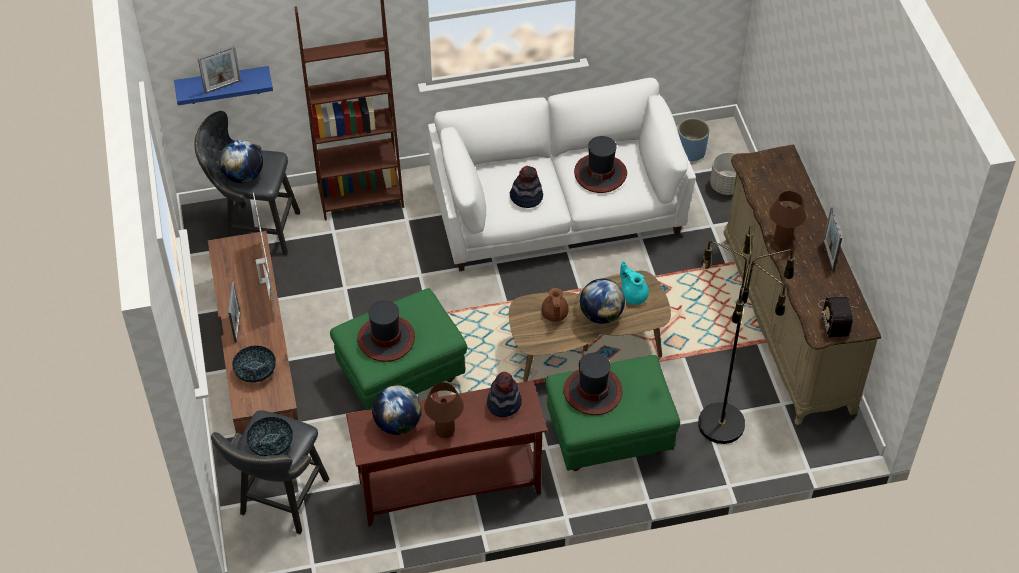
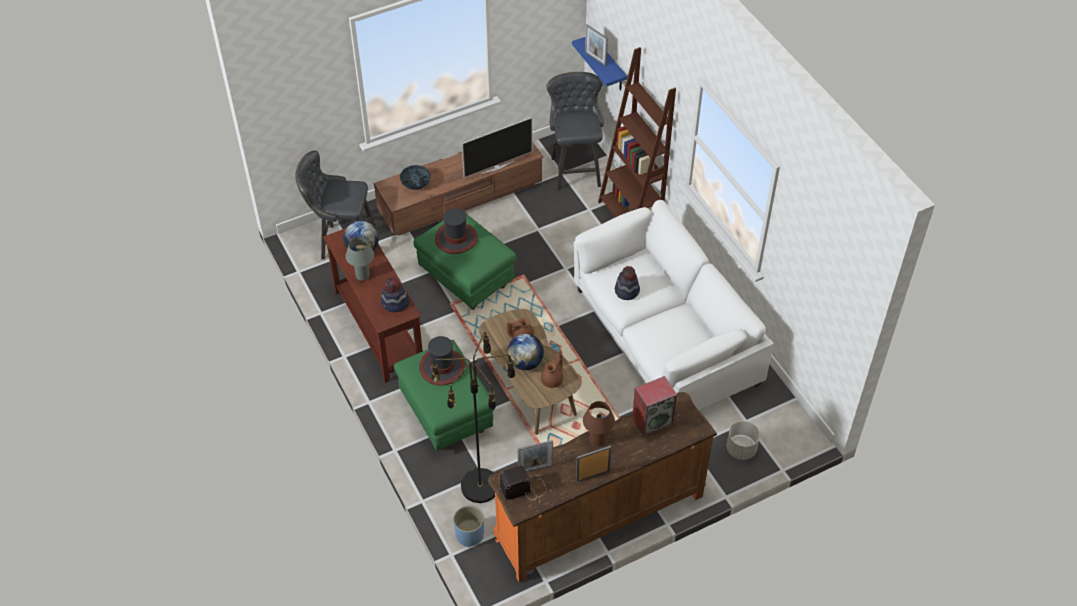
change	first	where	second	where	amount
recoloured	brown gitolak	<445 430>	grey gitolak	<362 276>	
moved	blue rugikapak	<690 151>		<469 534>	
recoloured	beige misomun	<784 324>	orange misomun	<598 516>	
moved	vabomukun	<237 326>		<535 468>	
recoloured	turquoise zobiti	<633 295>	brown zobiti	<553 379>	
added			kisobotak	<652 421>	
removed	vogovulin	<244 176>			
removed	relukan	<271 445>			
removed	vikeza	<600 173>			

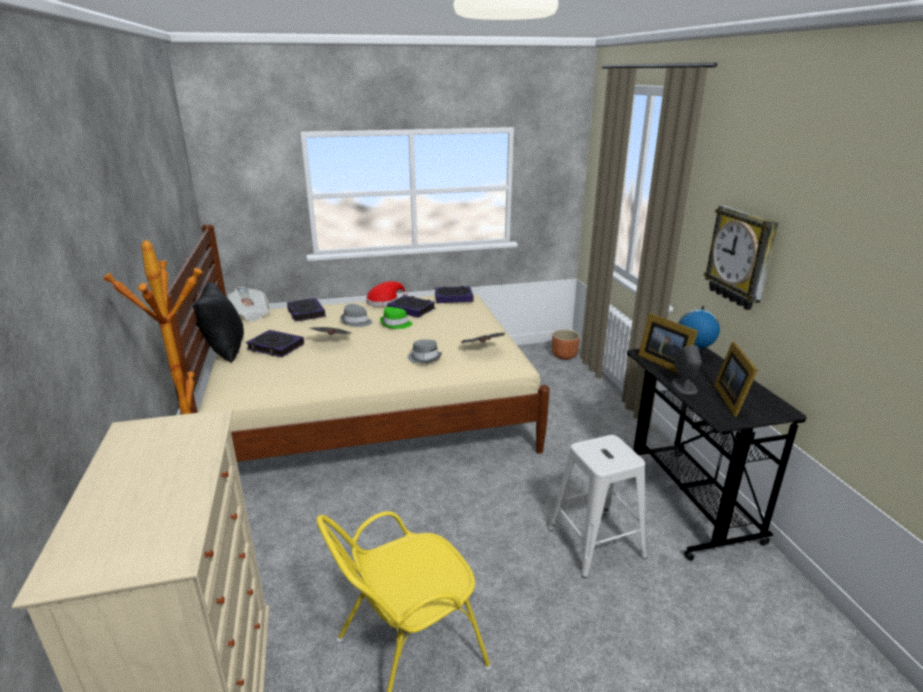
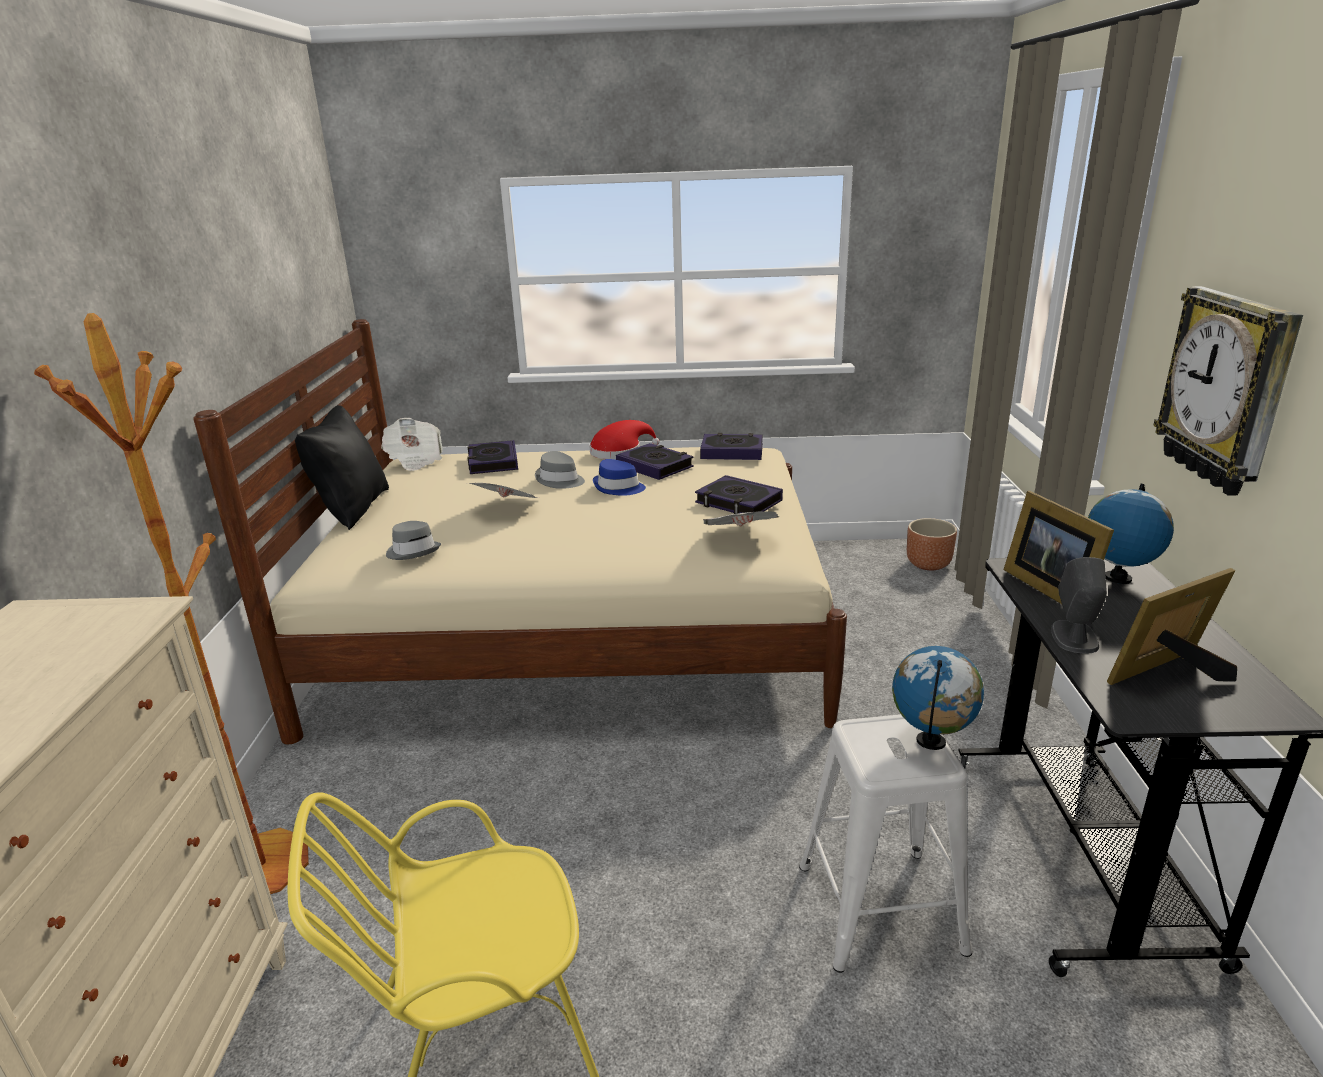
change	first	where	second	where	amount
moved	grey vikeza	<424 357>		<413 551>	
recoloured	green vikeza	<396 324>	blue vikeza	<618 488>	
moved	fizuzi	<275 347>		<738 502>	
added			vogovulin	<931 742>	
turned	vabomukun	<732 399>		<1169 673>	45 degrees clockwise

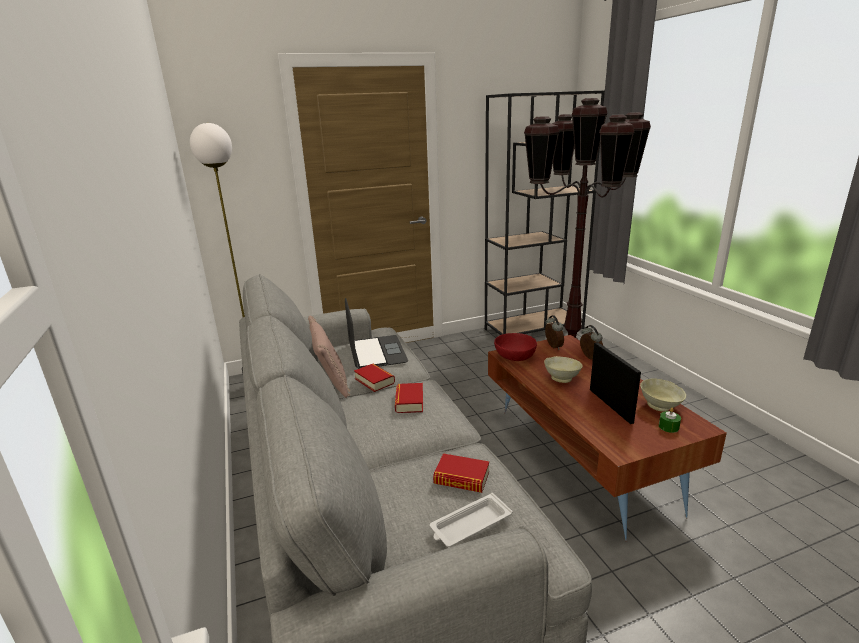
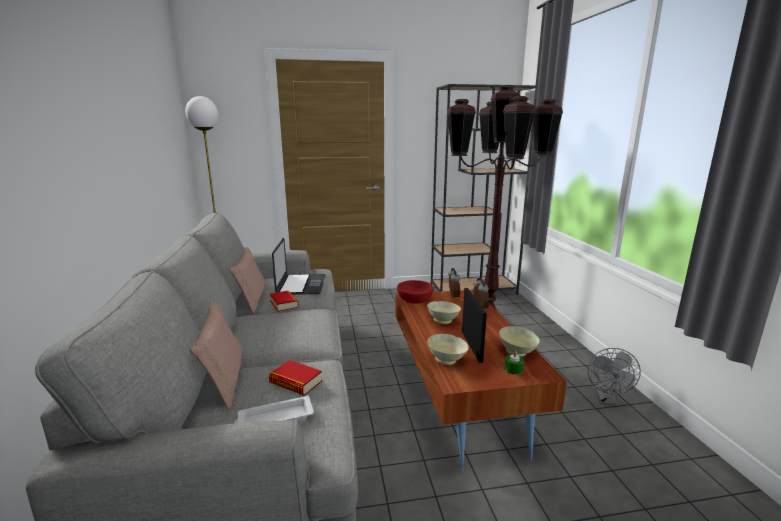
change	first	where	second	where	amount
added			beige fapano	<224 379>	
added			beige relukan	<447 360>	
added			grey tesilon	<607 400>	
removed	fizuzi	<409 402>			

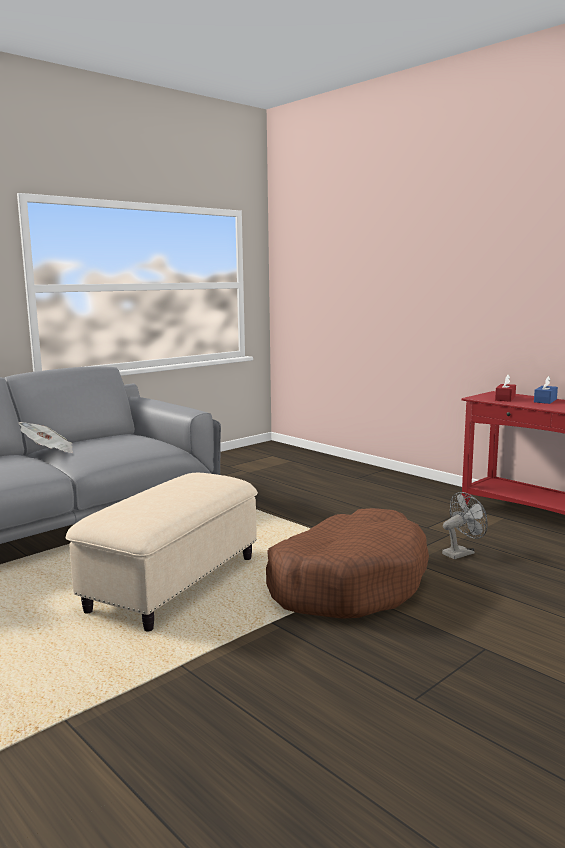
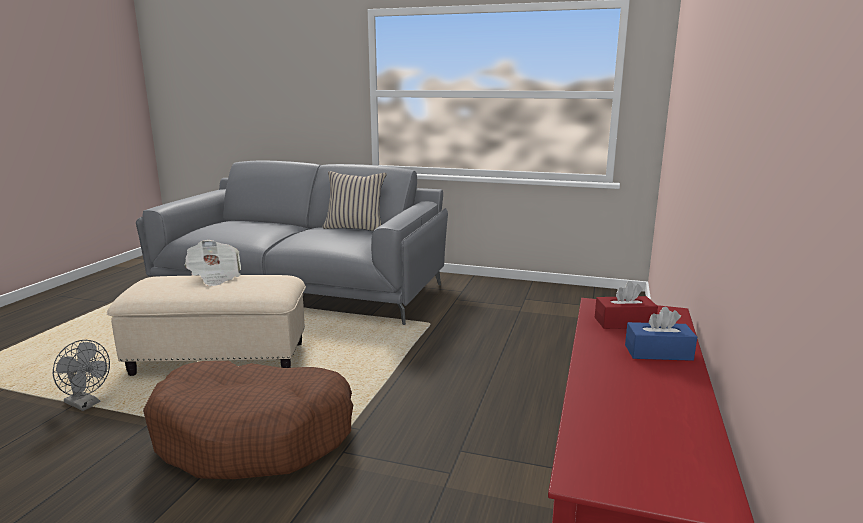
change	first	where	second	where	amount
moved	grey tesilon	<461 553>		<86 404>	
moved	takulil	<49 451>		<215 277>	
added			beige fapano	<355 228>	

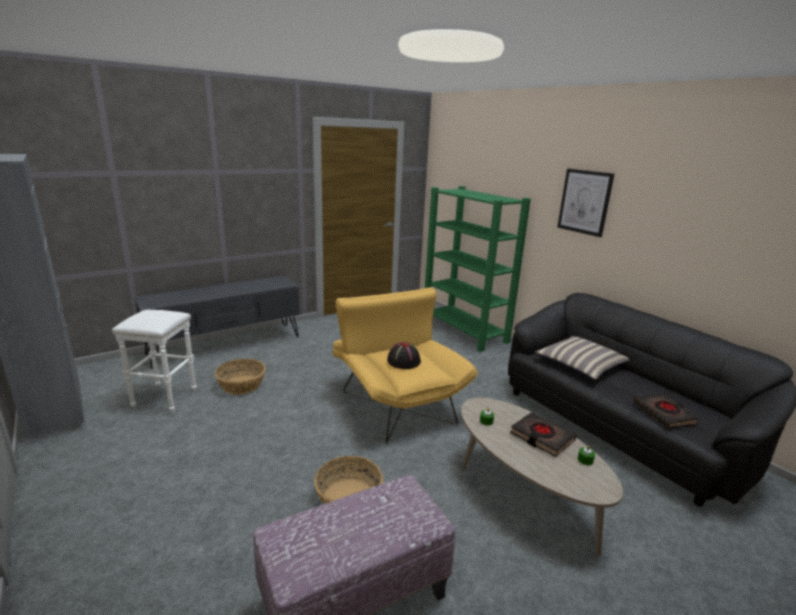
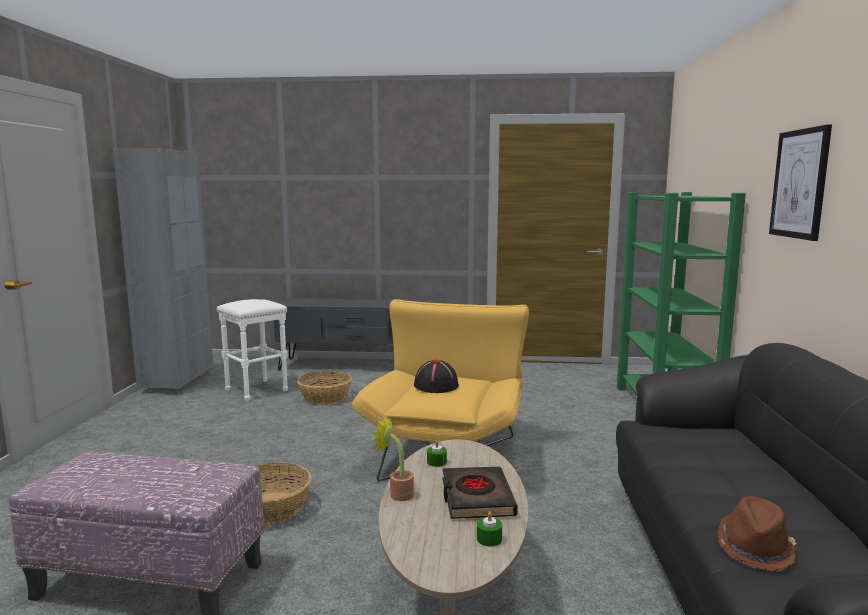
change	first	where	second	where	amount
added			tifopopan	<397 494>	
replaced	black fizuzi	<664 414>	brown vikeza	<755 548>	
removed	fapano	<580 365>			

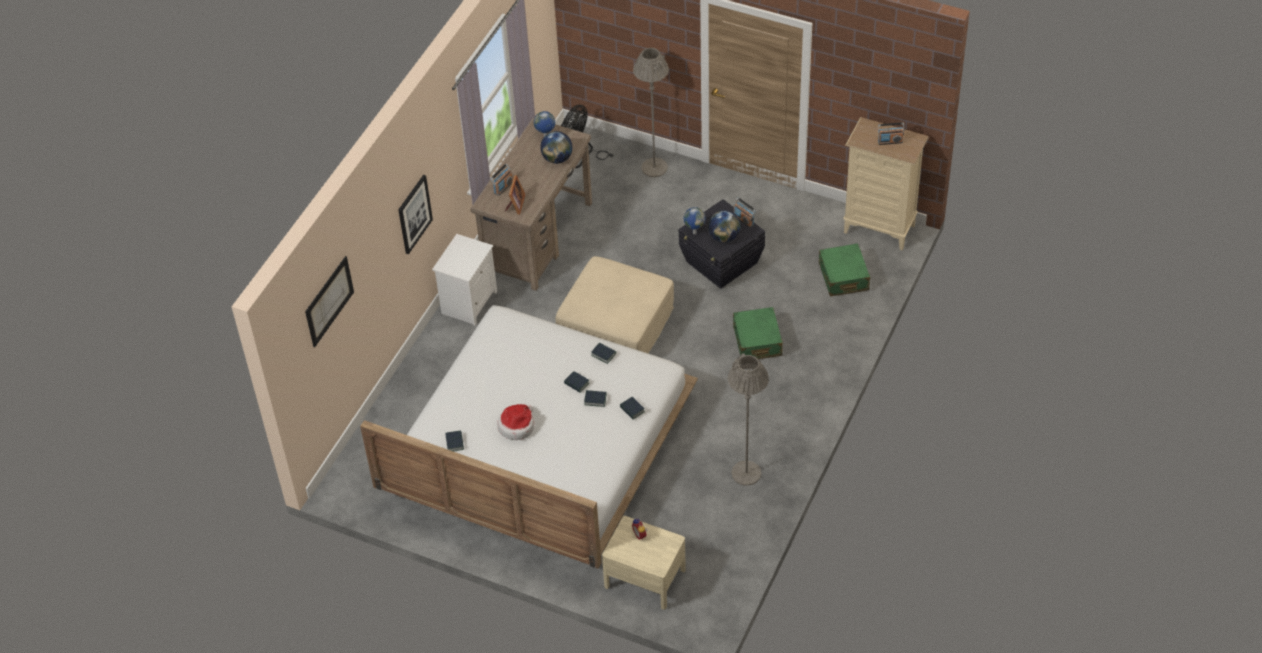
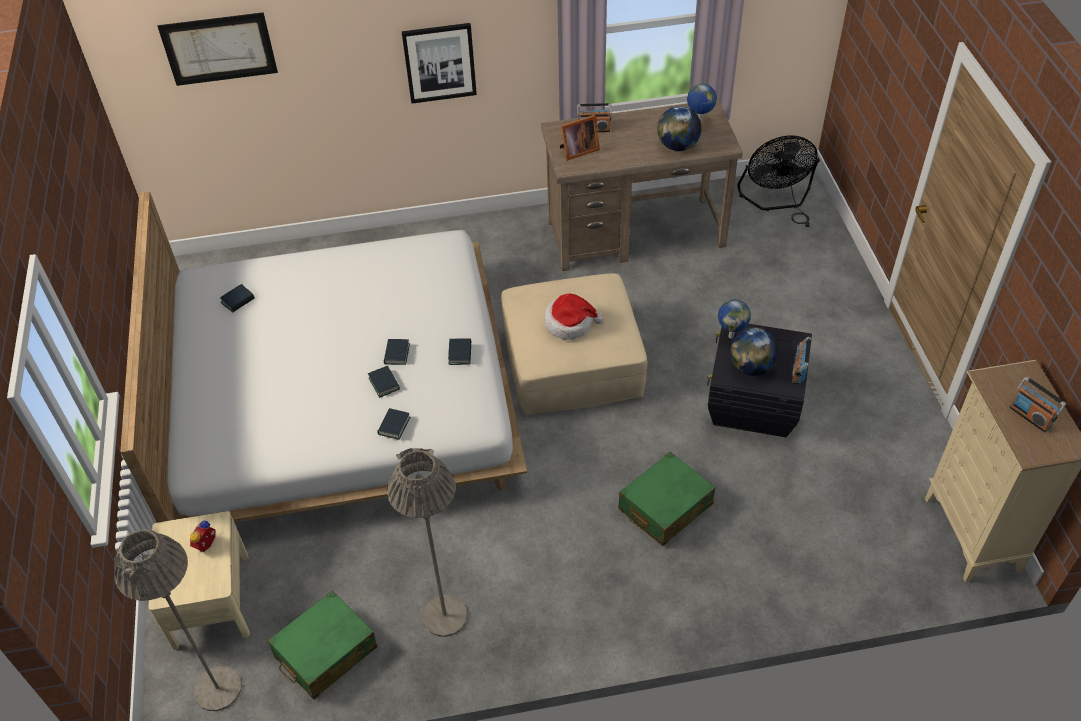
change	first	where	second	where	amount
moved	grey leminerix	<654 168>		<218 688>	
moved	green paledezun	<843 277>		<325 652>	
moved	vikeza	<517 426>		<570 323>	
removed	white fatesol	<468 302>			

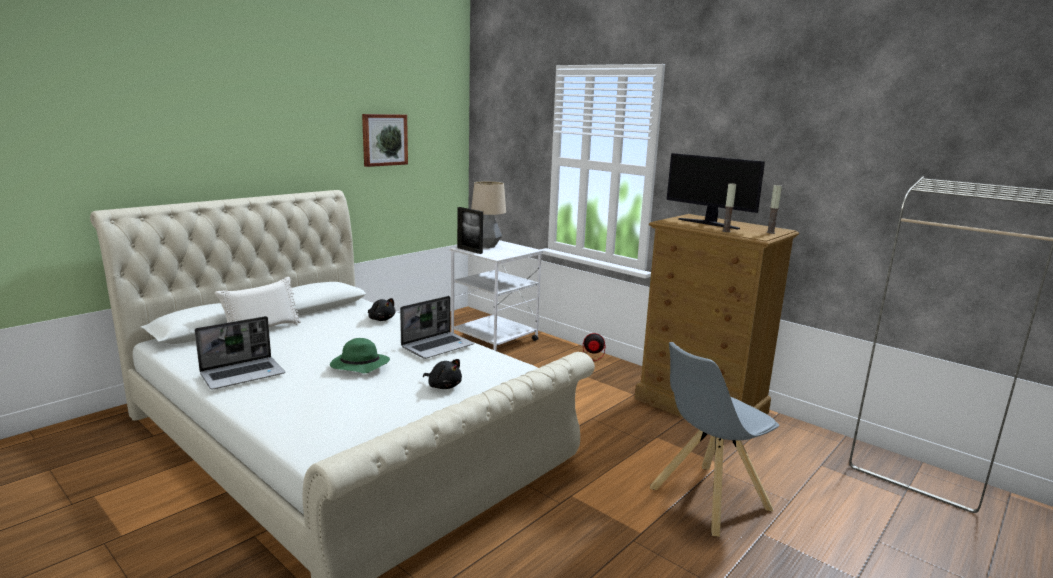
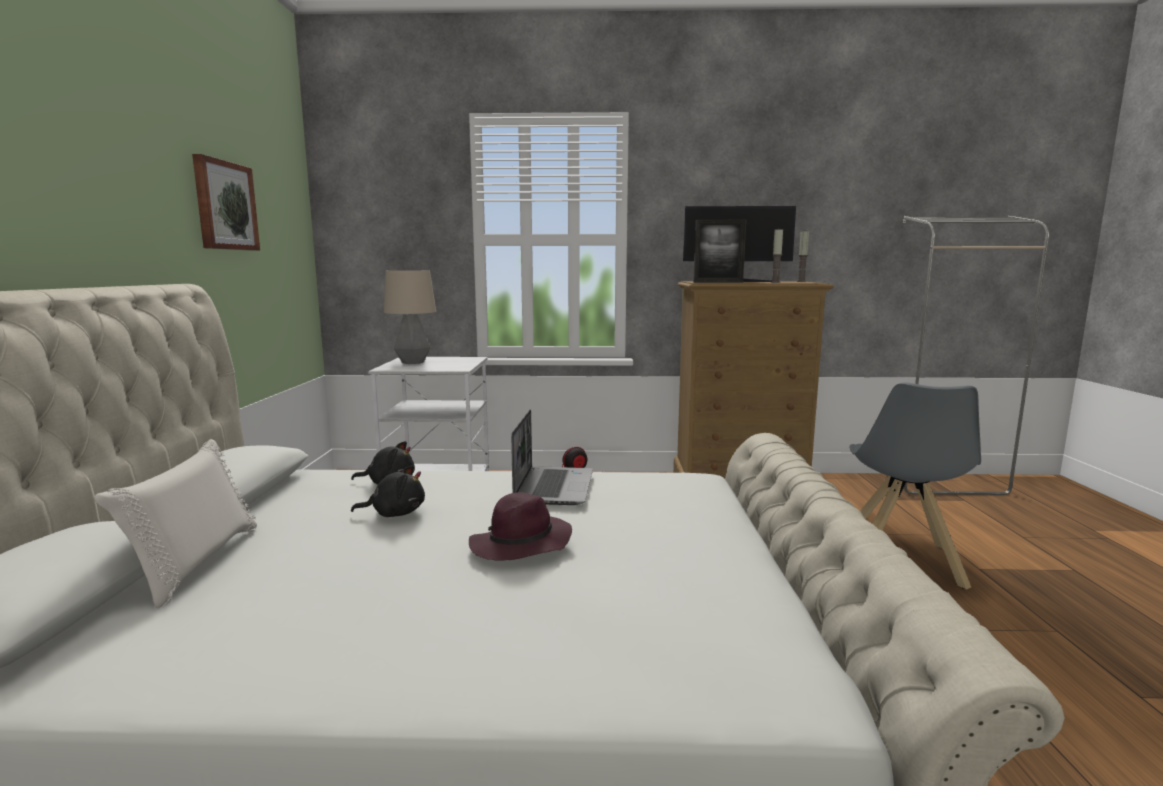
change	first	where	second	where	amount
moved	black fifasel	<443 386>		<395 513>	
recoloured	green vikeza	<359 366>	purple vikeza	<520 545>	
moved	vabomukun	<469 250>		<718 282>	
removed	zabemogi	<243 374>			

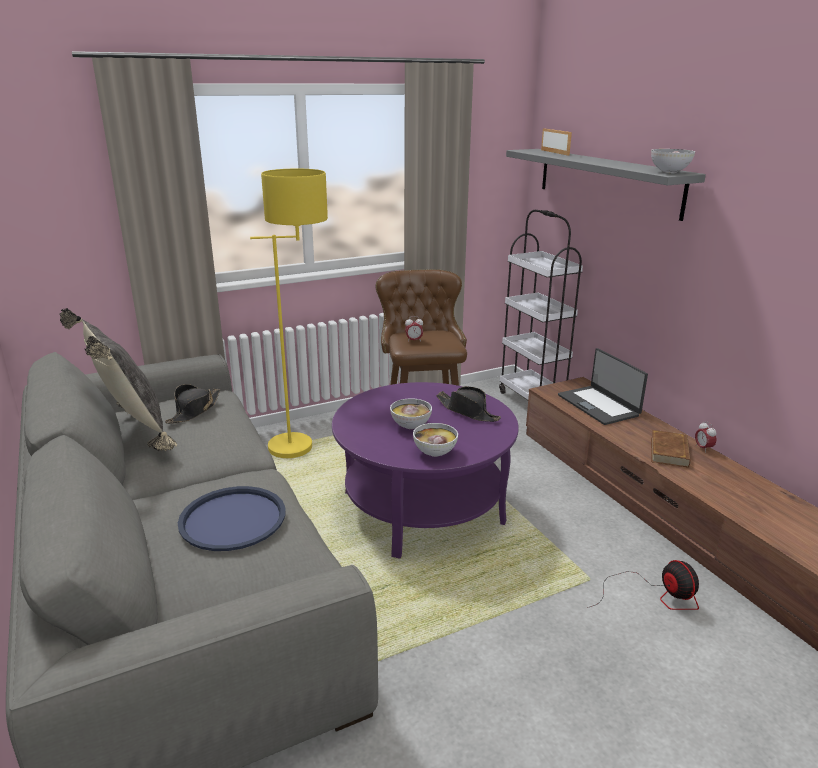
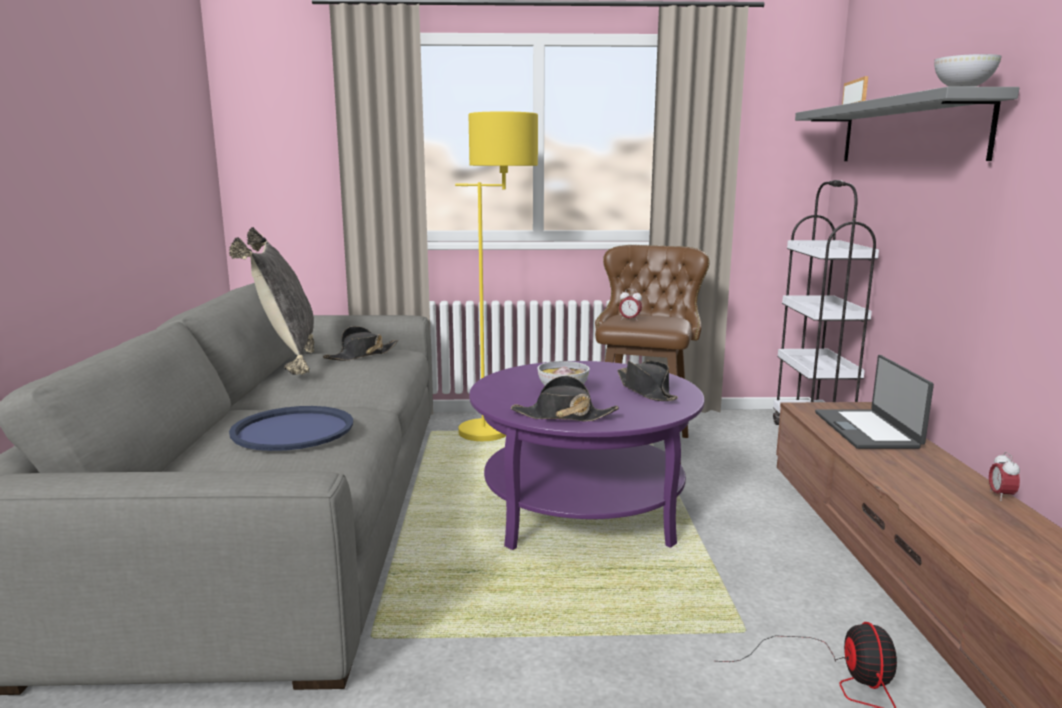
change	first	where	second	where	amount
replaced	relukan	<434 453>	black vikeza	<563 416>	
removed	brown fizuzi	<669 452>			

